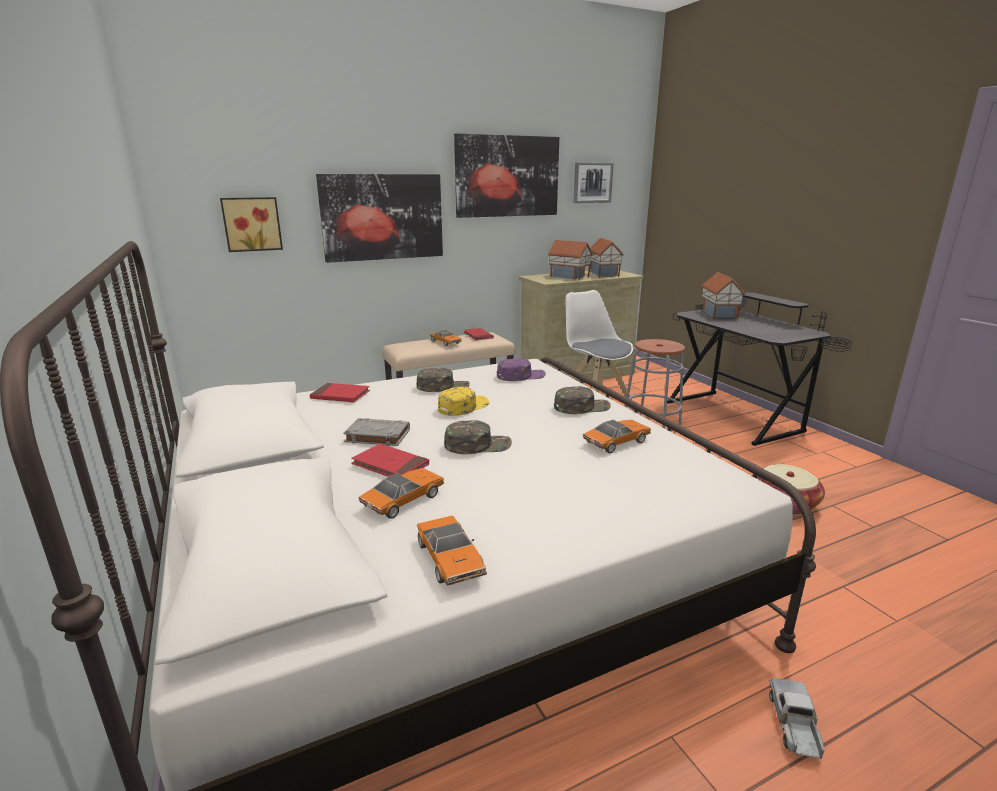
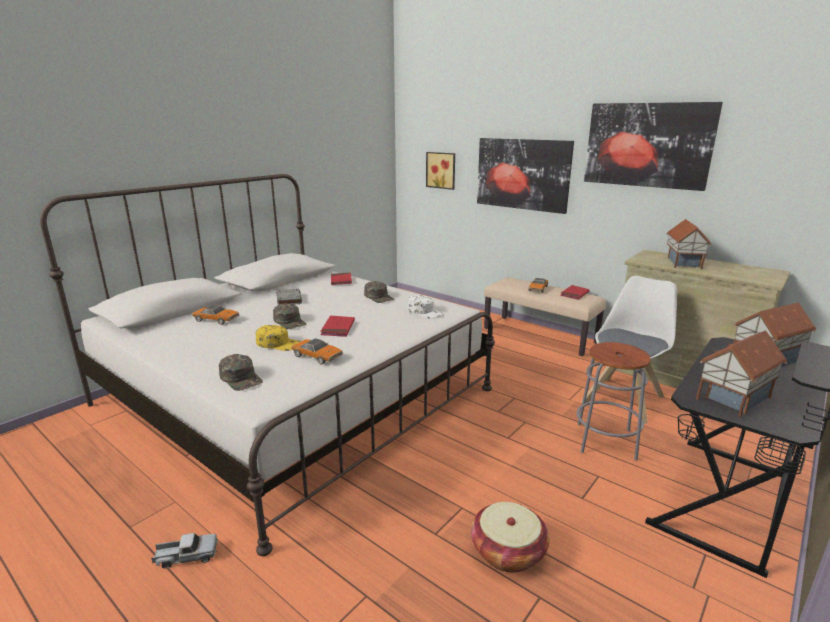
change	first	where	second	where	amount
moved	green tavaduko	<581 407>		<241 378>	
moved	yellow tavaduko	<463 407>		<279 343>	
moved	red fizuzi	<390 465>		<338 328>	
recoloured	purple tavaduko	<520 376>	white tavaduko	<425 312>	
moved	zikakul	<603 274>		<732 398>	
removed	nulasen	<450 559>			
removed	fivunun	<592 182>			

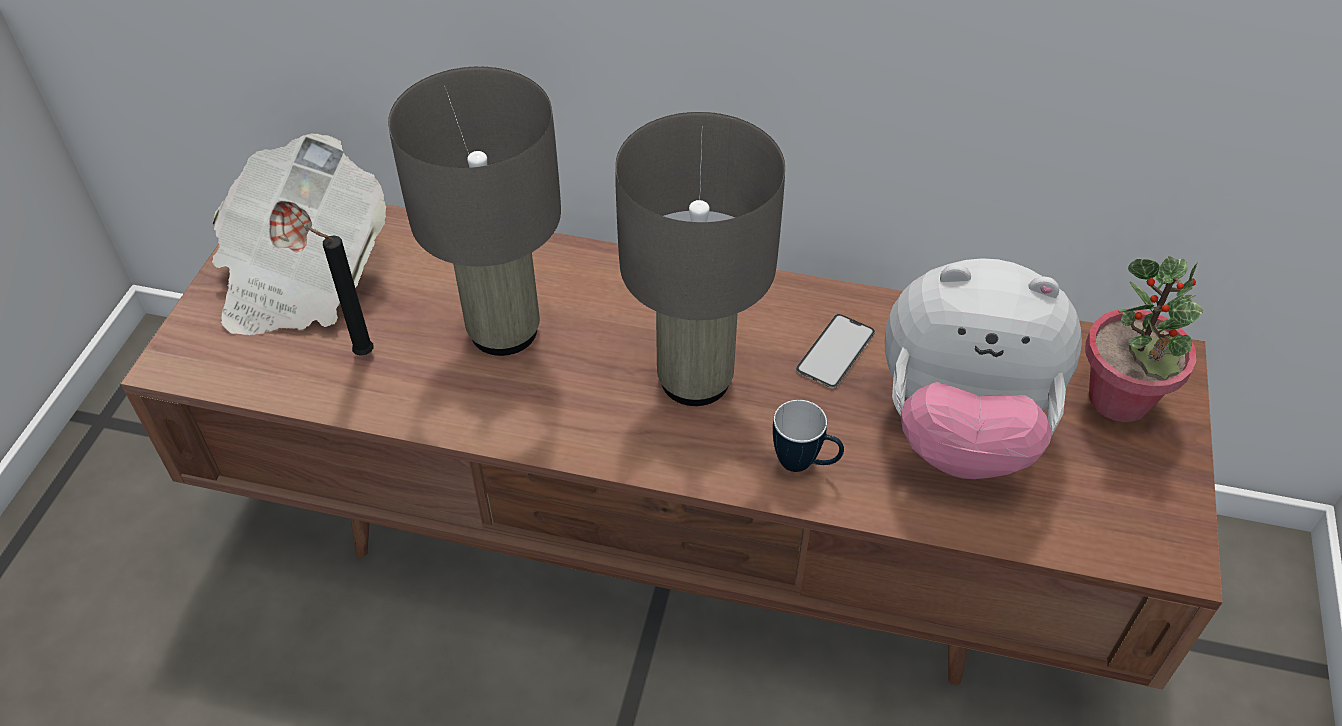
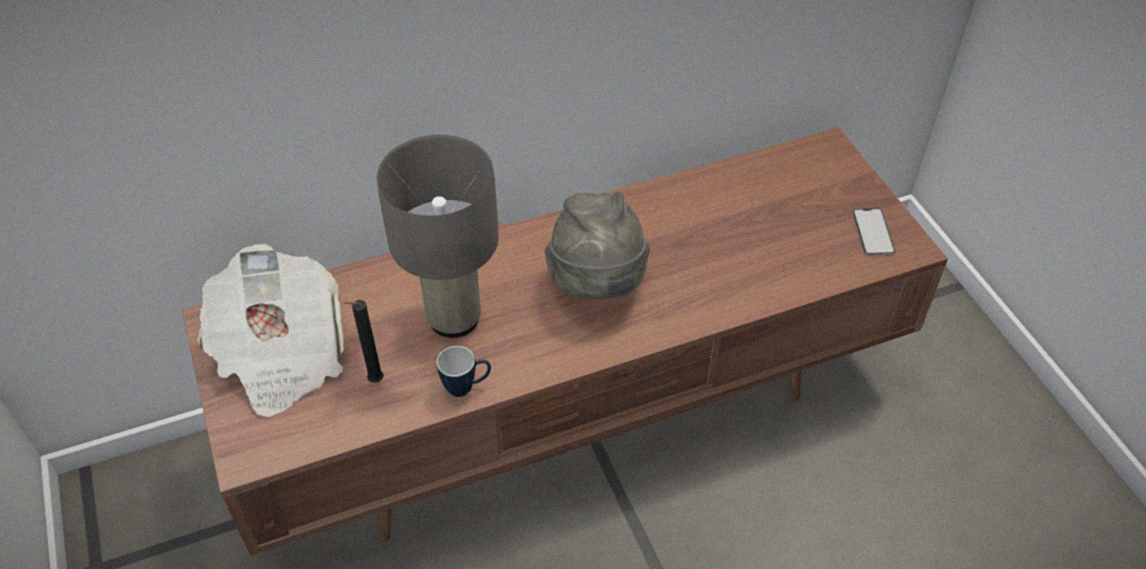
change	first	where	second	where	amount
moved	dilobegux	<804 464>		<466 387>	
replaced	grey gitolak	<697 379>	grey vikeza	<597 285>	
moved	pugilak	<835 351>		<873 232>	
removed	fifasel	<960 428>			
removed	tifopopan	<1119 399>			

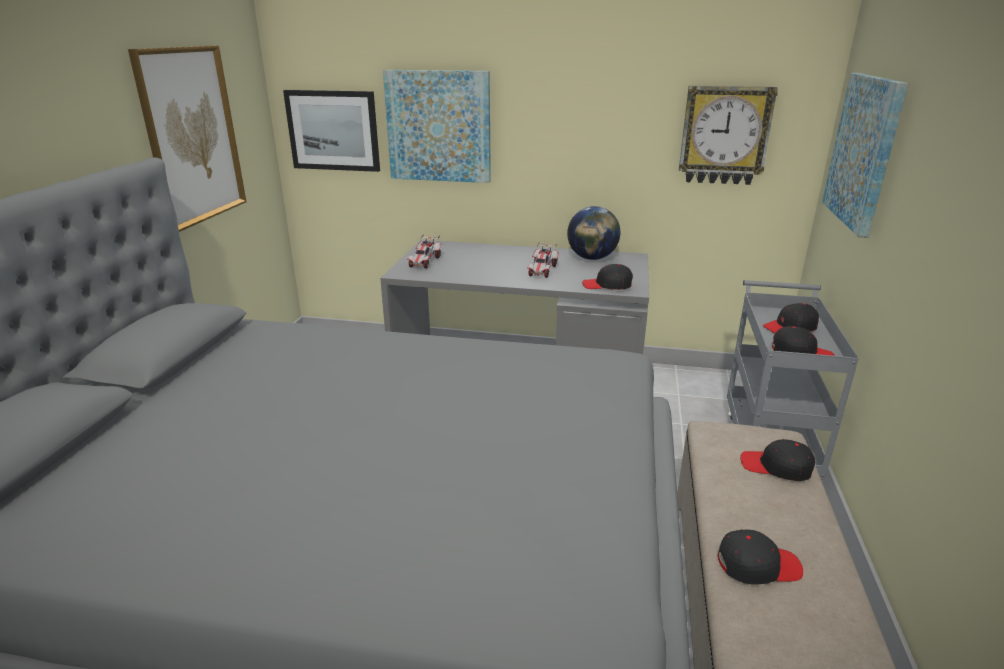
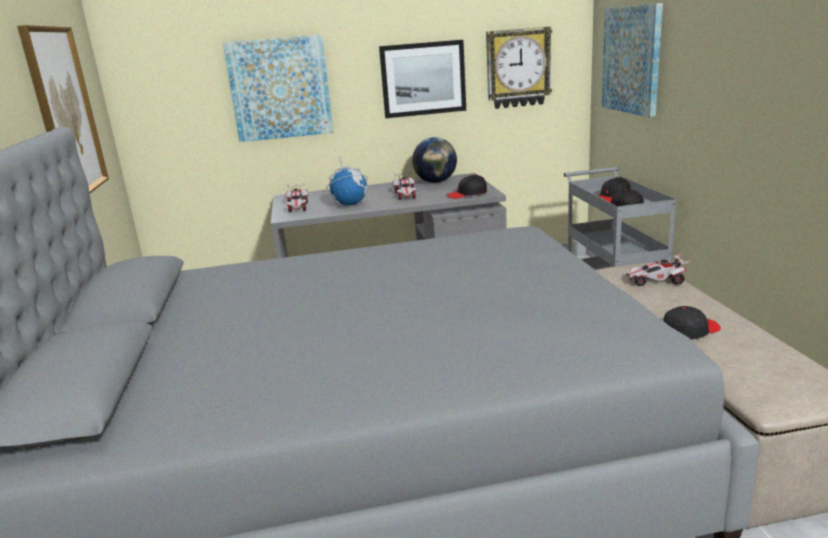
change	first	where	second	where	amount
added			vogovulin	<350 204>	
moved	fivunun	<333 130>		<423 79>	
replaced	black tavaduko	<776 467>	nulasen	<656 281>	

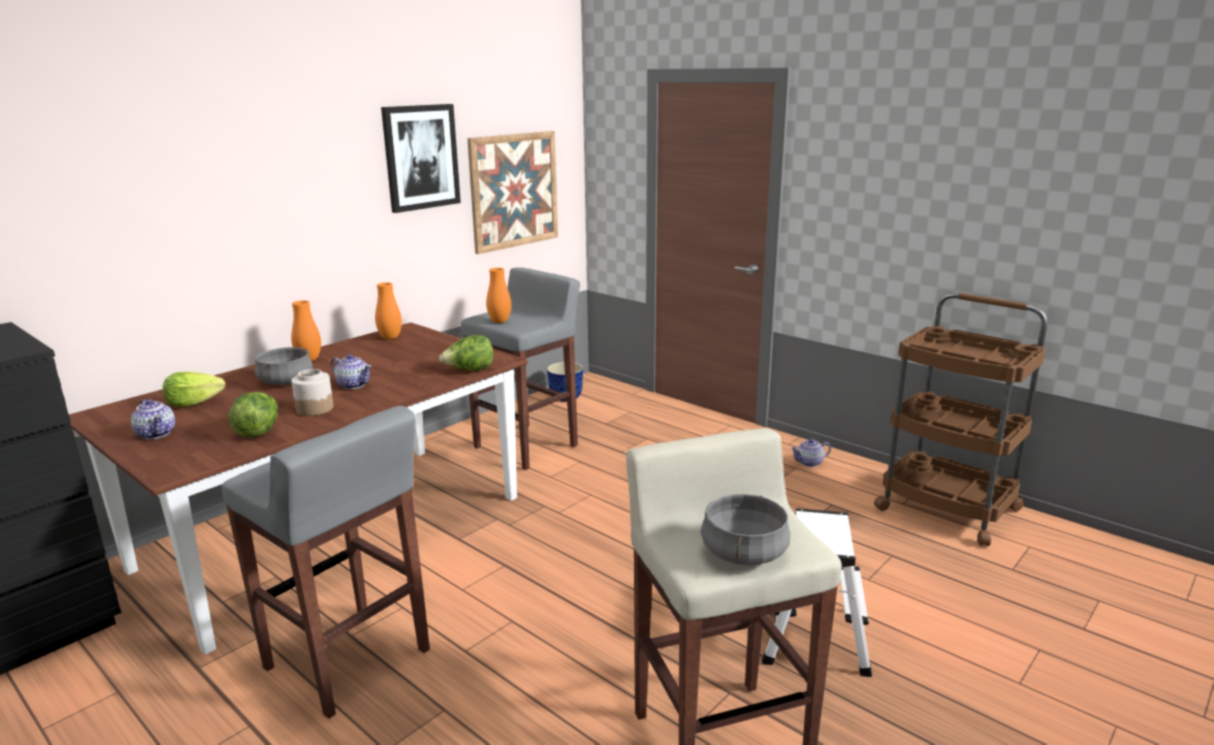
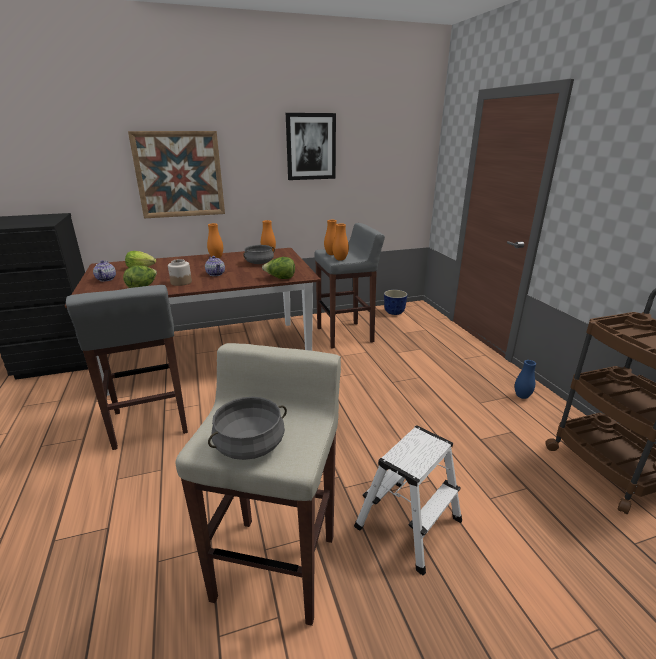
change	first	where	second	where	amount
moved	fivunun	<514 190>		<179 175>	
moved	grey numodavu	<286 381>		<259 263>	
added			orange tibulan	<340 259>	
replaced	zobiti	<810 463>	blue tibulan	<522 396>	

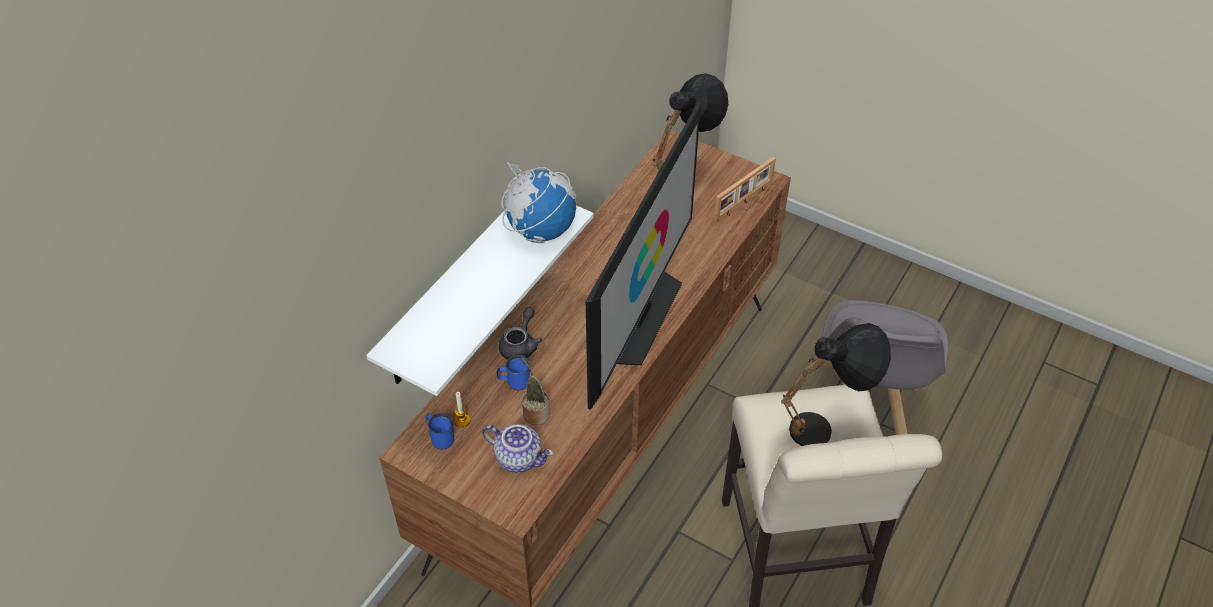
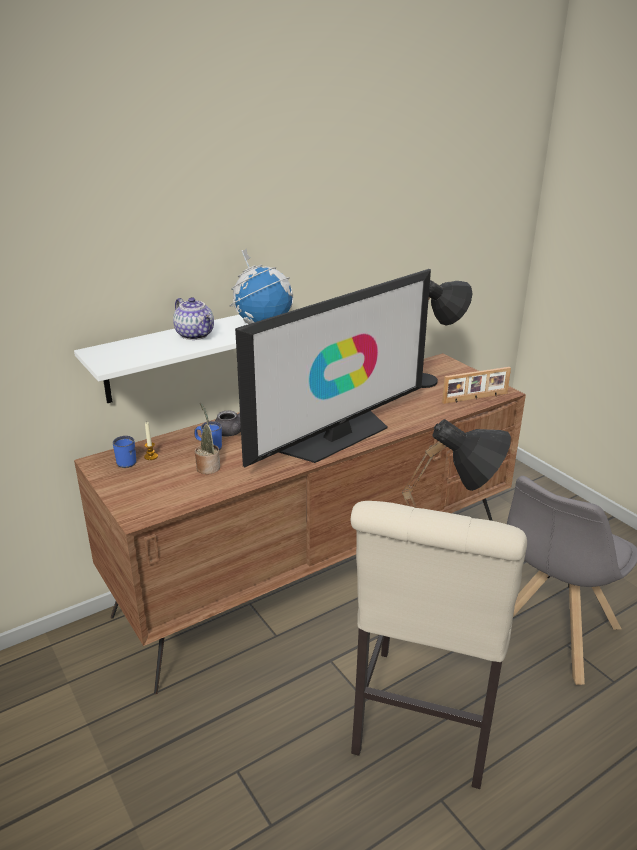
change	first	where	second	where	amount
moved	zobiti	<520 458>		<196 335>	

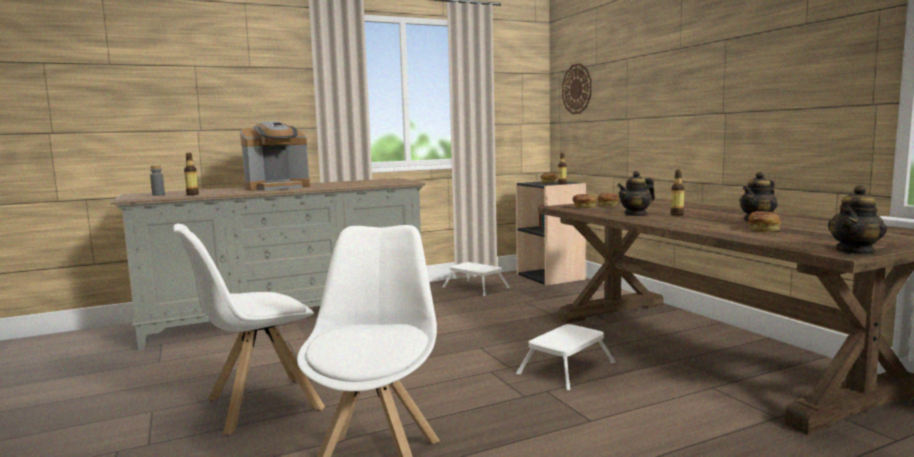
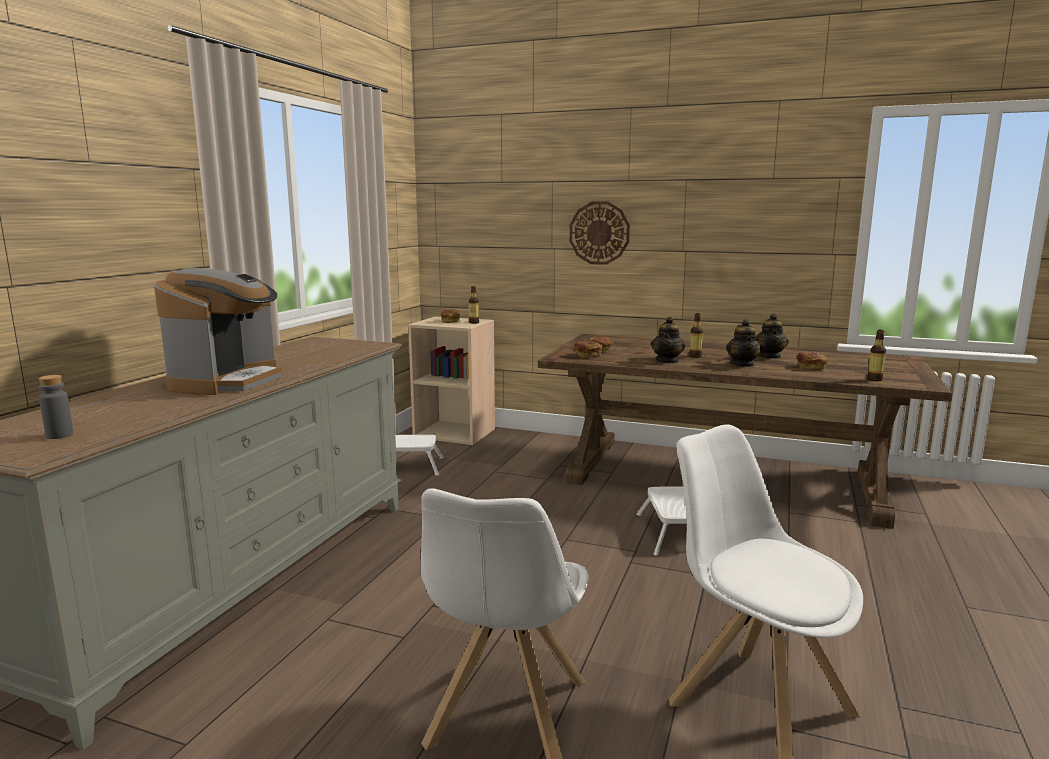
change	first	where	second	where	amount
recoloured	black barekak	<551 276>	beige barekak	<455 433>	
moved	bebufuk	<577 89>		<599 233>	
moved	zobiti	<855 251>		<742 364>	
moved	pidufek	<192 194>		<874 379>	

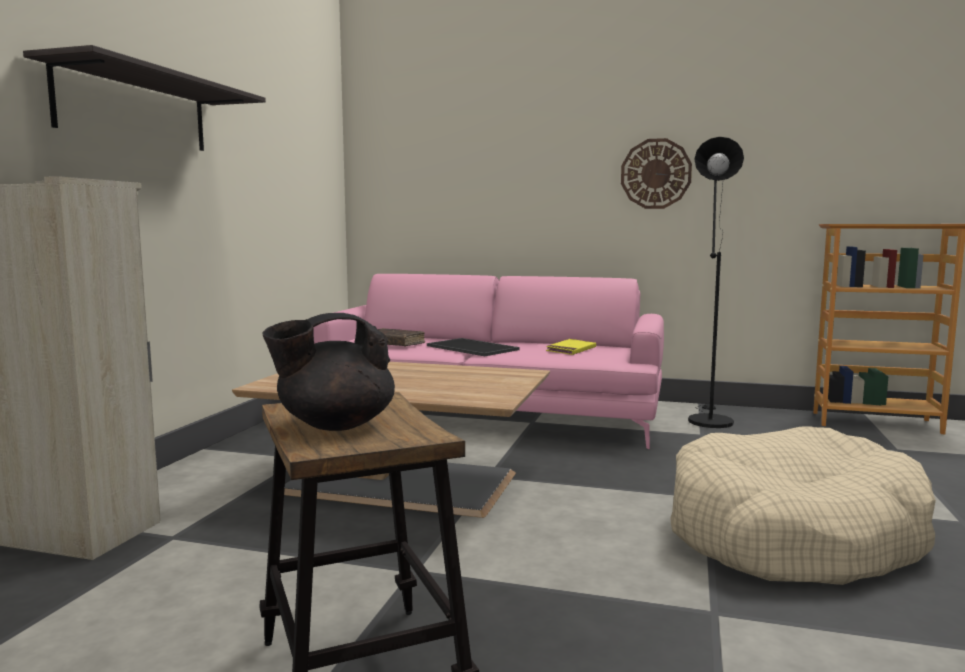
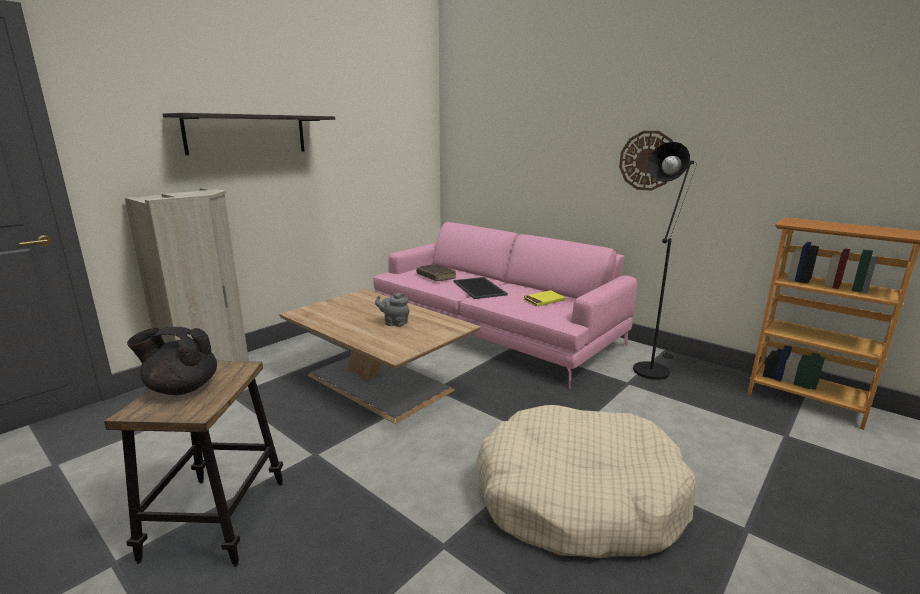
change	first	where	second	where	amount
added			grey zobiti	<394 323>	

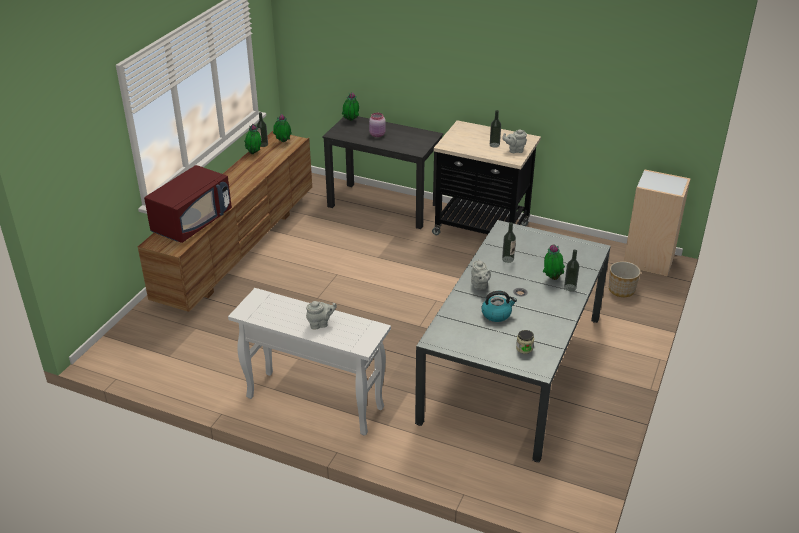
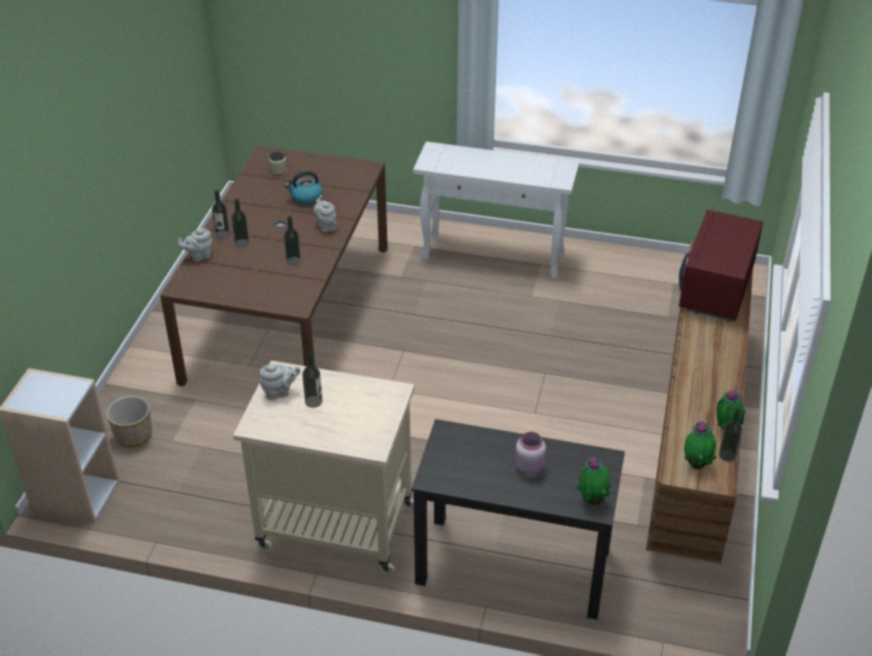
change	first	where	second	where	amount
recoloured	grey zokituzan	<512 368>	brown zokituzan	<289 313>	
moved	grey zobiti	<320 324>		<199 256>	
replaced	tifopopan	<552 278>	pidufek	<242 243>	
recoloured	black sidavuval	<482 230>	beige sidavuval	<335 528>	

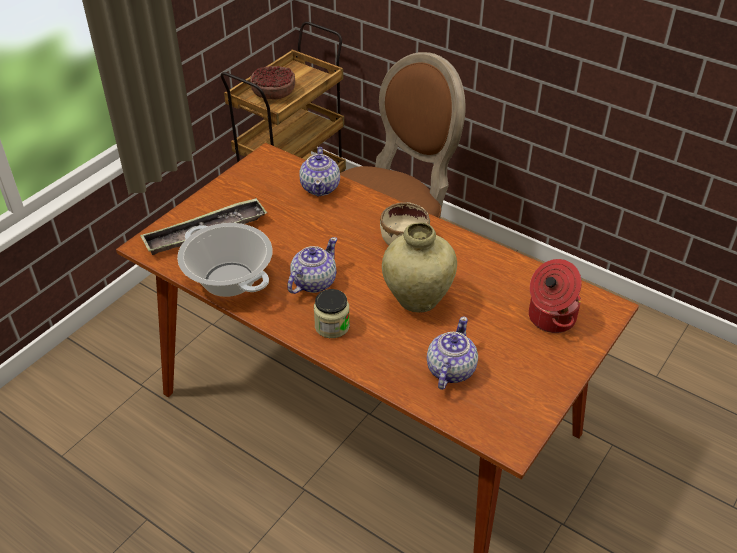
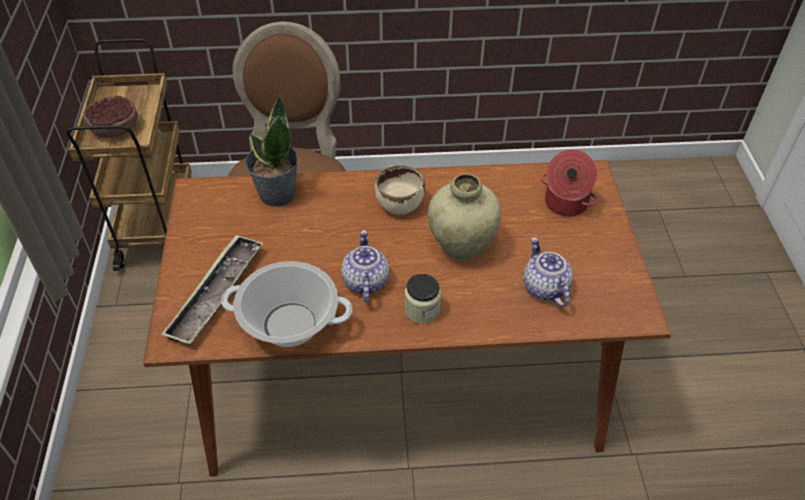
change	first	where	second	where	amount
replaced	zobiti	<320 187>	tifopopan	<276 194>	

